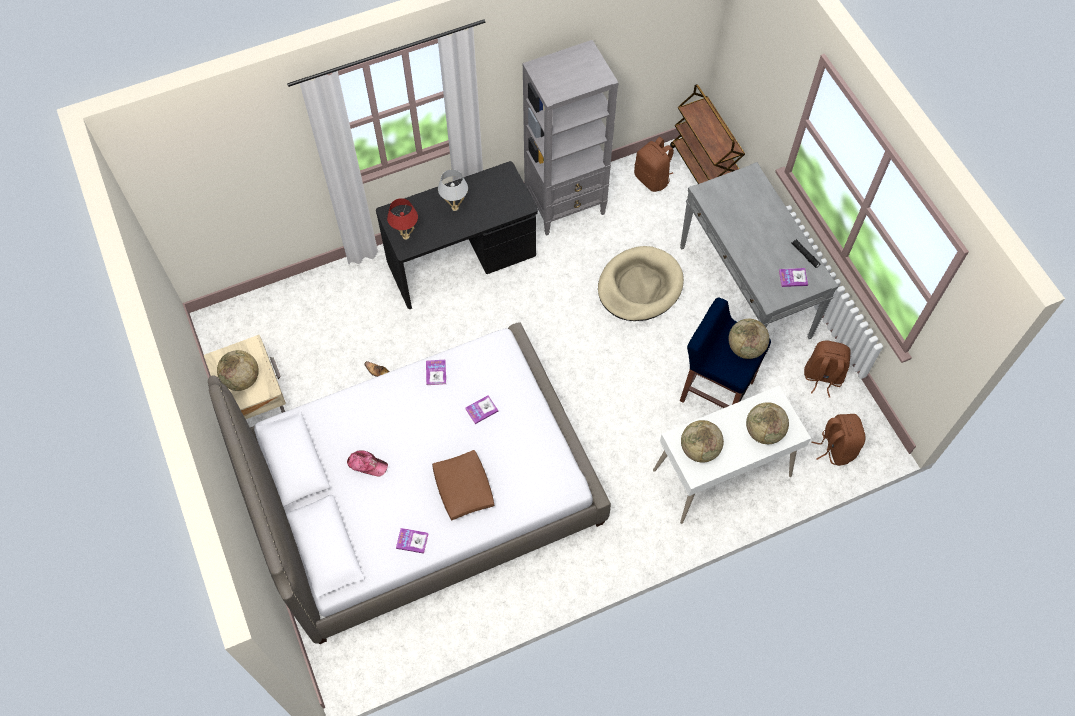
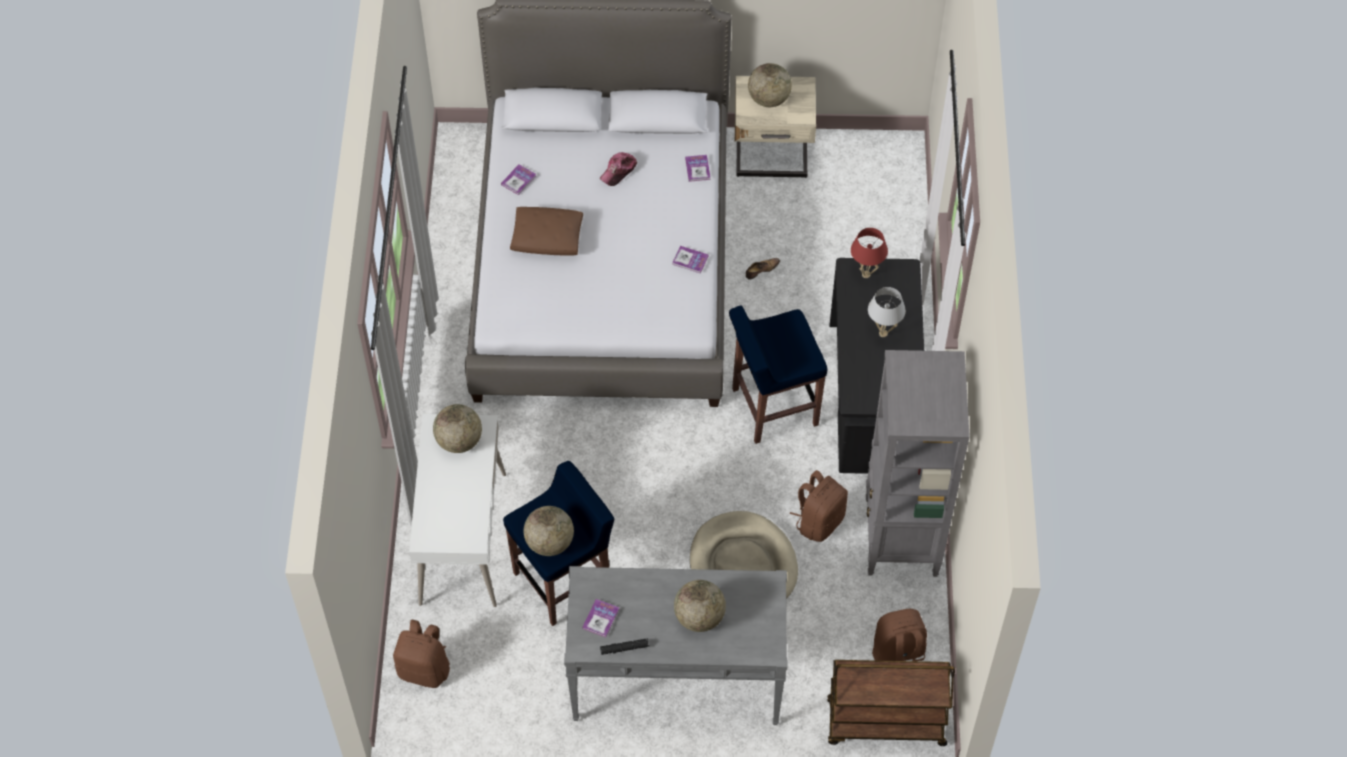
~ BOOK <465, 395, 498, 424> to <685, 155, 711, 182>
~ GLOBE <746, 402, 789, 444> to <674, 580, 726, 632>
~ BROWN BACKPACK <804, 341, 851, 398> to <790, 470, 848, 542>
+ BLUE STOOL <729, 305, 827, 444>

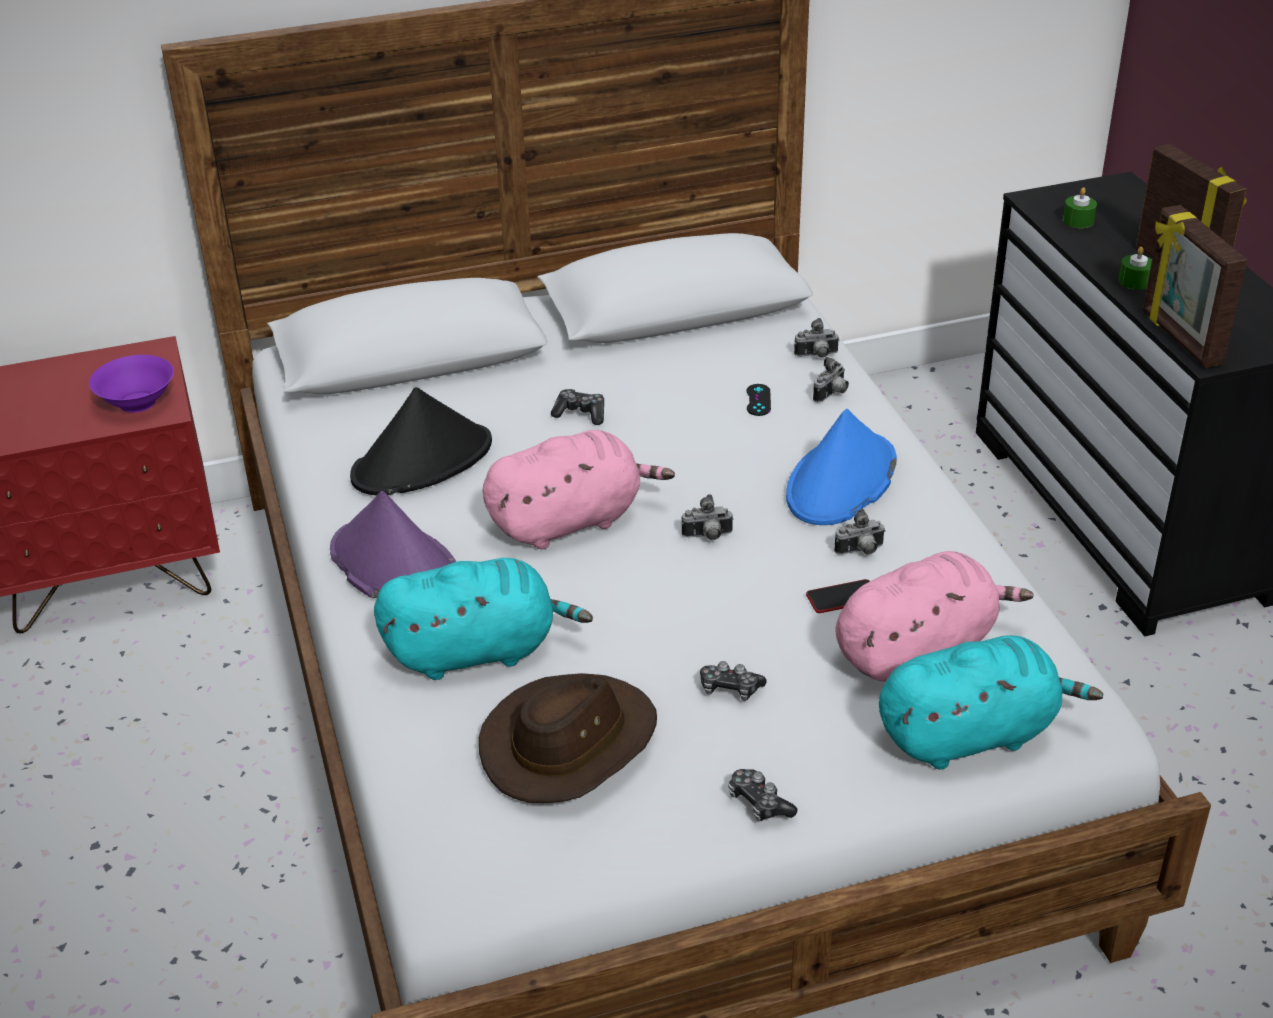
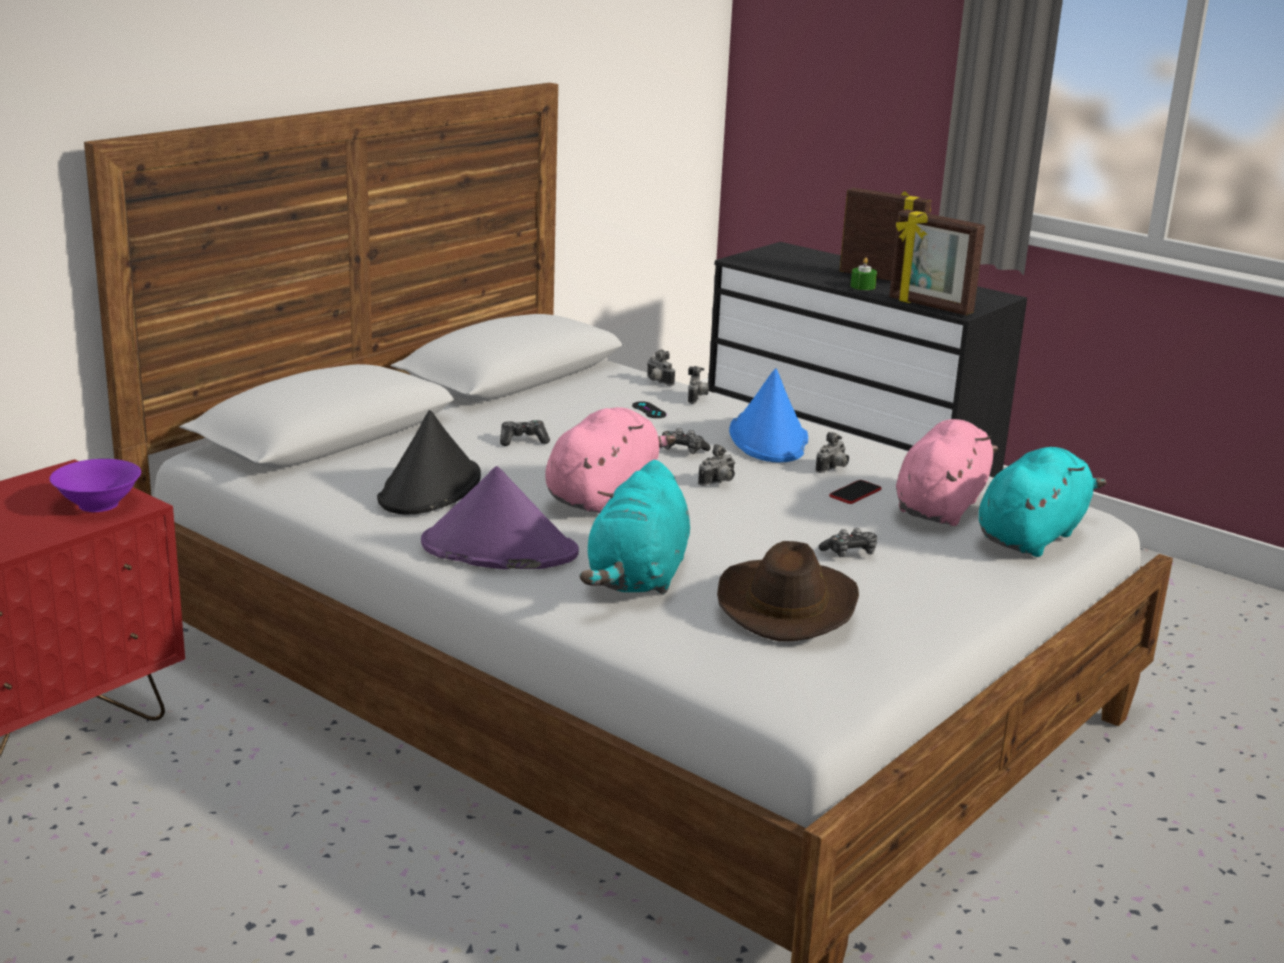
~ TURQUOISE PLUSH TOY <374, 558, 593, 680> = <580, 460, 690, 595> 150 degrees clockwise
~ GAME CONTROLLER <728, 769, 798, 821> to <662, 428, 711, 454>
~ PHOTO CAMERA <794, 318, 839, 358> = <647, 350, 675, 386> 90 degrees clockwise
- GREEN CANDLE <1063, 187, 1097, 228>

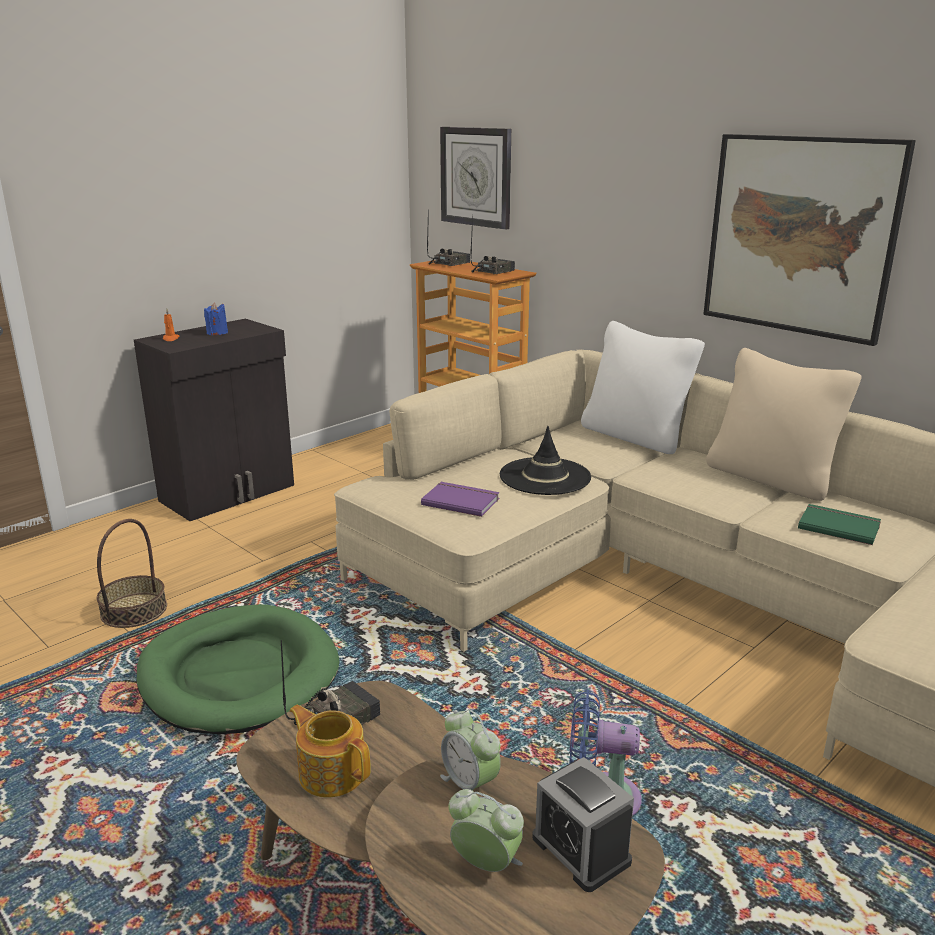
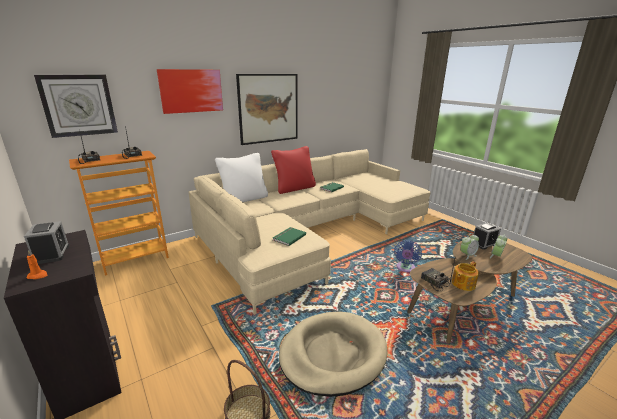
~ GREEN DOG BED <137, 604, 339, 735> to BEIGE DOG BED <279, 312, 388, 397>
~ BLUE CANDLE <204, 302, 228, 335> to ALARM CLOCK <24, 221, 69, 264>
~ PURPLE BOOK <421, 482, 500, 517> to GREEN BOOK <273, 227, 306, 246>
- BLACK HAT <500, 426, 591, 495>
~ BEIGE PILLOW <706, 348, 862, 501> to RED PILLOW <271, 146, 316, 194>
+ PICTURE <157, 69, 223, 114>

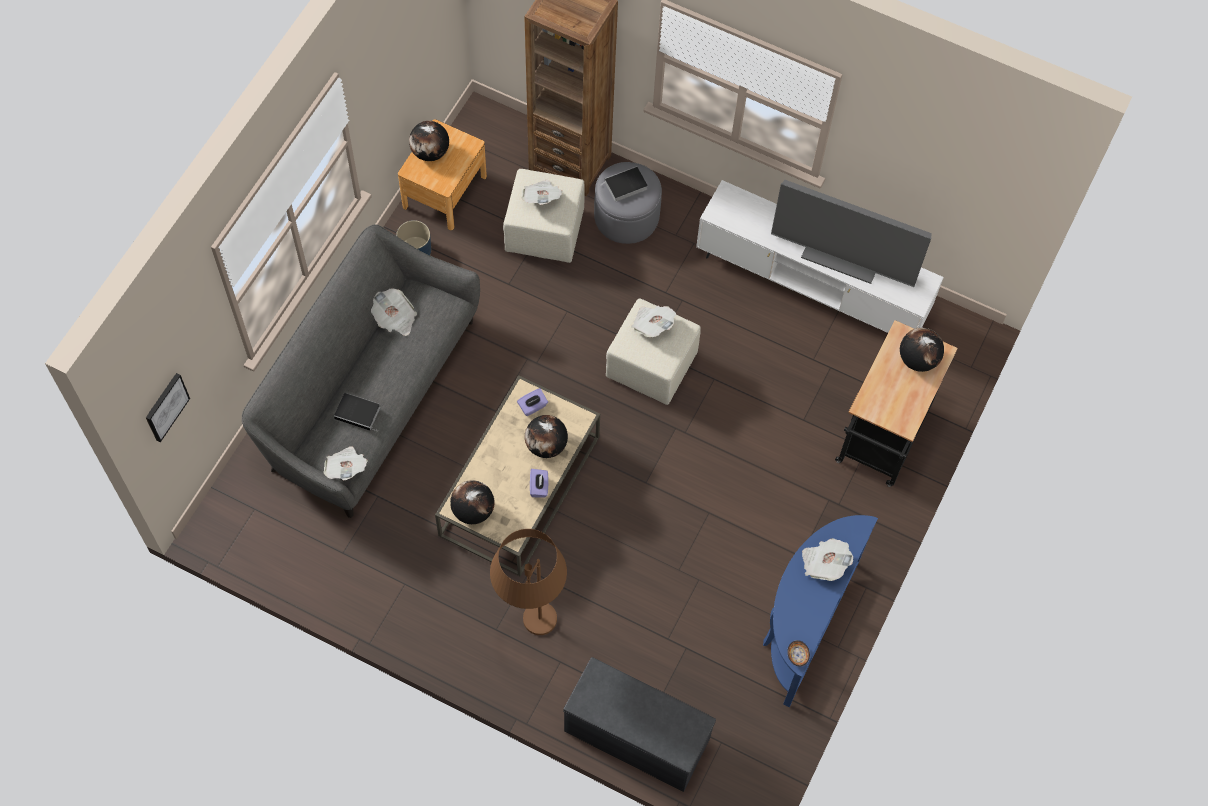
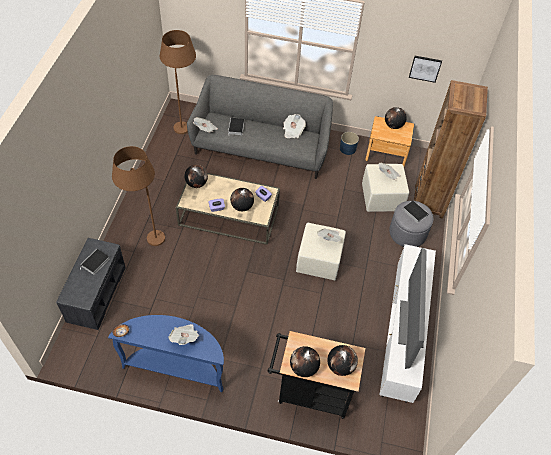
~ PICTURE <146, 373, 190, 442> to <409, 56, 442, 83>
+ BOOK <79, 249, 109, 275>
+ BROWN FLOOR LAMP <160, 30, 196, 134>
+ GLOBE <290, 346, 320, 377>

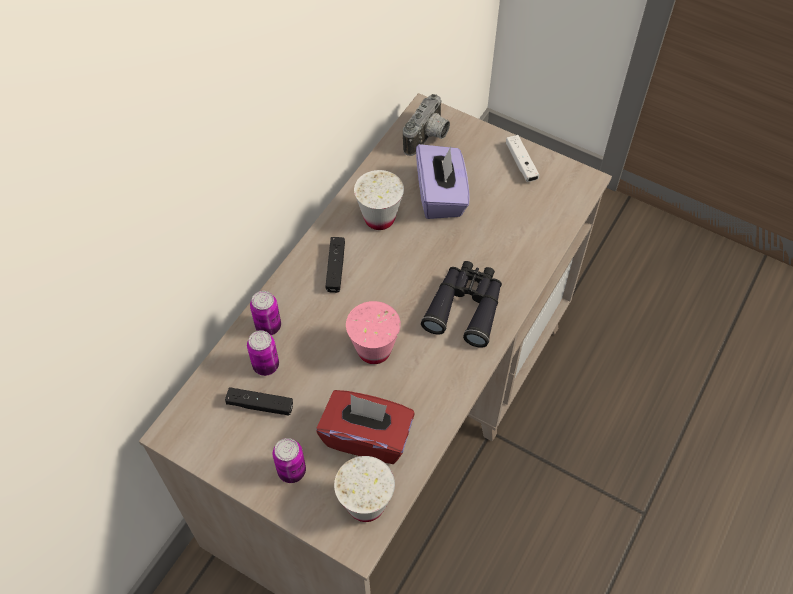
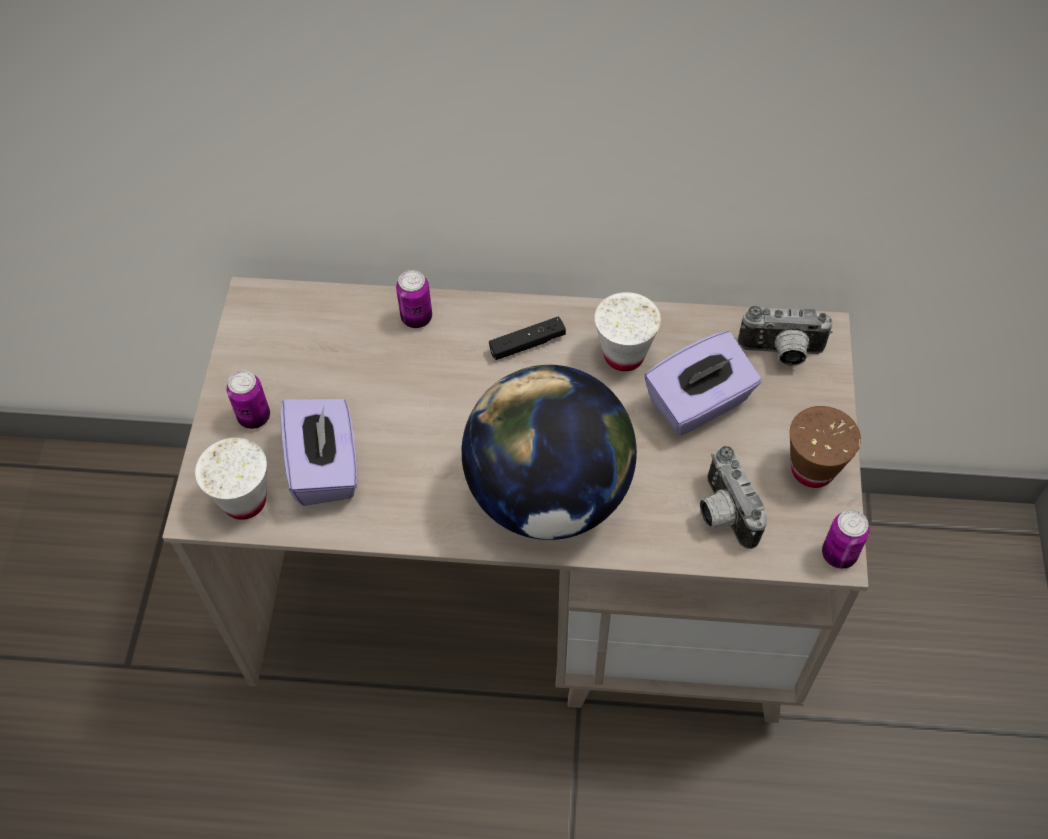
- BLACK GAME CONTROLLER <225, 387, 293, 415>
~ CAN <247, 330, 279, 376> to <822, 510, 870, 569>
~ RED TISSUE BOX <316, 390, 414, 464> to PURPLE TISSUE BOX <280, 399, 357, 506>
- PINK CUP <346, 301, 401, 364>
~ BLACK BINOCULARS <421, 261, 502, 348> to GLOBE <462, 365, 637, 540>
~ WHITE GAME CONTROLLER <506, 135, 539, 182> to BROWN CUP <790, 406, 861, 488>
+ PHOTO CAMERA <700, 446, 768, 549>

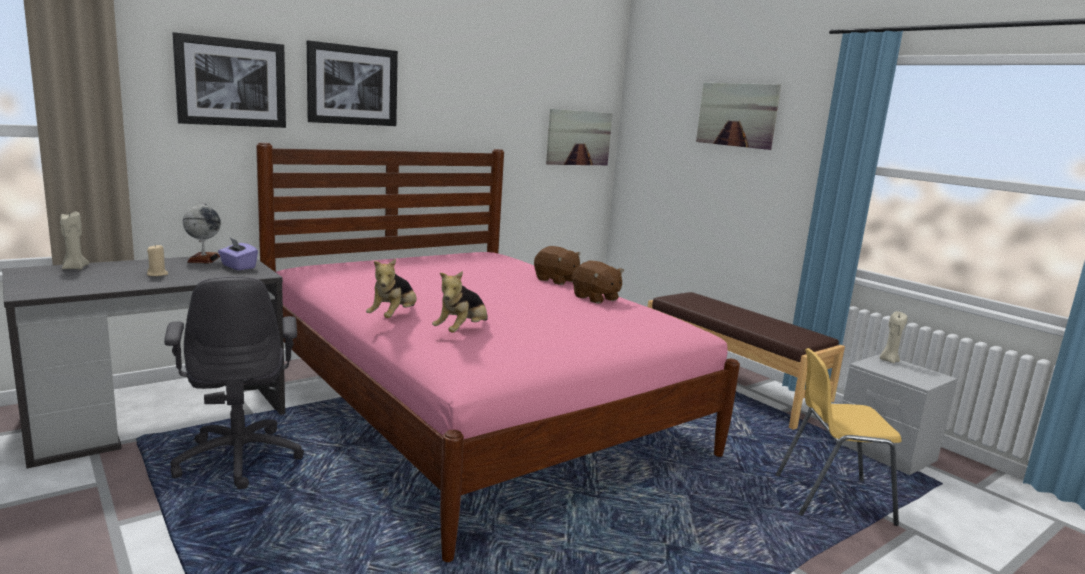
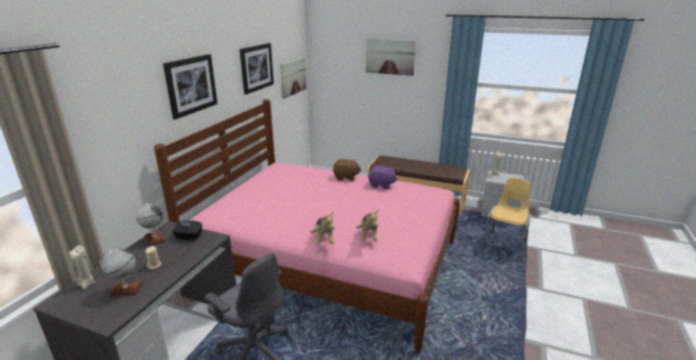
~ PICTURE <172, 32, 286, 128> to <240, 43, 274, 95>
~ PURPLE TISSUE BOX <218, 238, 258, 270> to BLACK TISSUE BOX <172, 220, 202, 240>
~ BROWN PLUSH TOY <572, 260, 624, 304> to PURPLE PLUSH TOY <368, 166, 398, 189>
~ YELLOW CHAIR <776, 348, 902, 526> = <481, 178, 531, 261> 150 degrees clockwise
+ GLOBE <100, 249, 143, 297>

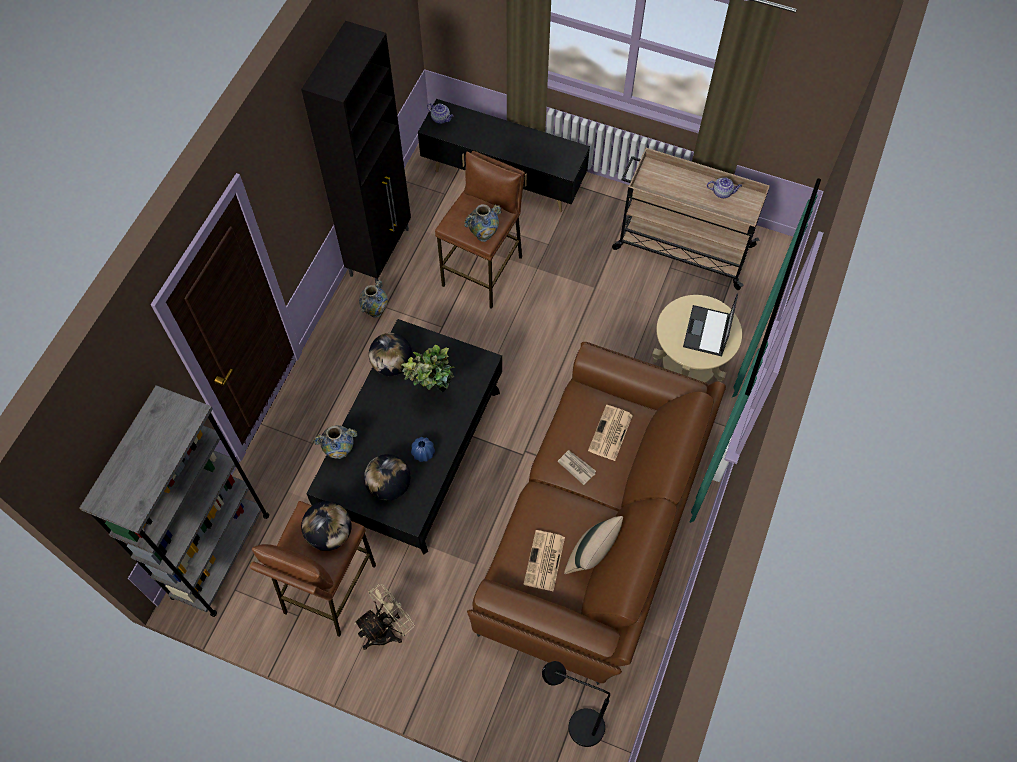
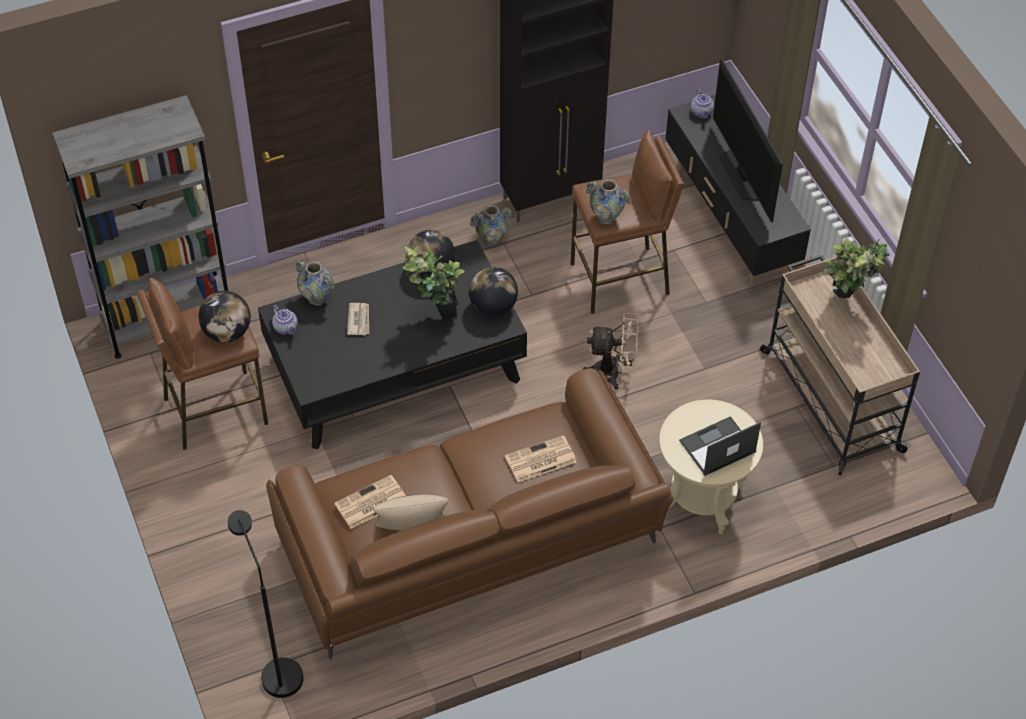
~ BEIGE FAN <354, 584, 414, 650> to <583, 313, 639, 389>
~ GLOBE <364, 454, 410, 501> to <469, 267, 518, 316>
- BLUE VASE <411, 437, 435, 462>
~ NEWSPAPER <557, 450, 596, 485> to <347, 303, 369, 335>
~ TEAPOT <707, 177, 742, 198> to <272, 305, 298, 335>
+ TELEVISION <713, 58, 783, 222>
+ POTTED PLANT <825, 238, 890, 298>

